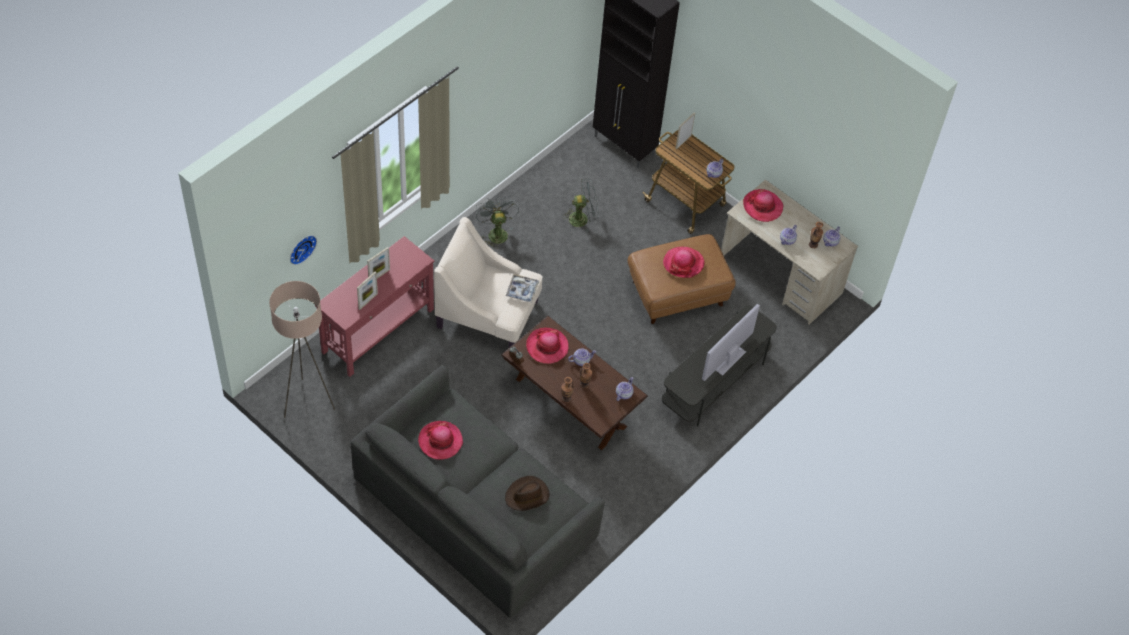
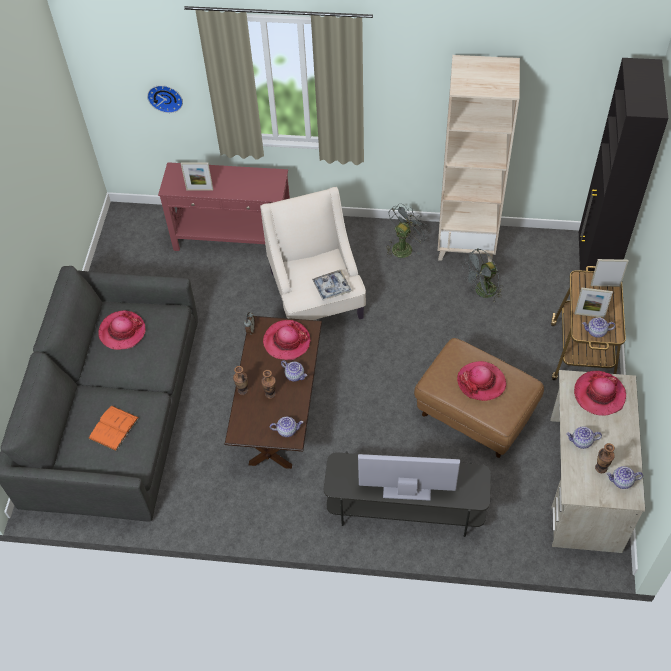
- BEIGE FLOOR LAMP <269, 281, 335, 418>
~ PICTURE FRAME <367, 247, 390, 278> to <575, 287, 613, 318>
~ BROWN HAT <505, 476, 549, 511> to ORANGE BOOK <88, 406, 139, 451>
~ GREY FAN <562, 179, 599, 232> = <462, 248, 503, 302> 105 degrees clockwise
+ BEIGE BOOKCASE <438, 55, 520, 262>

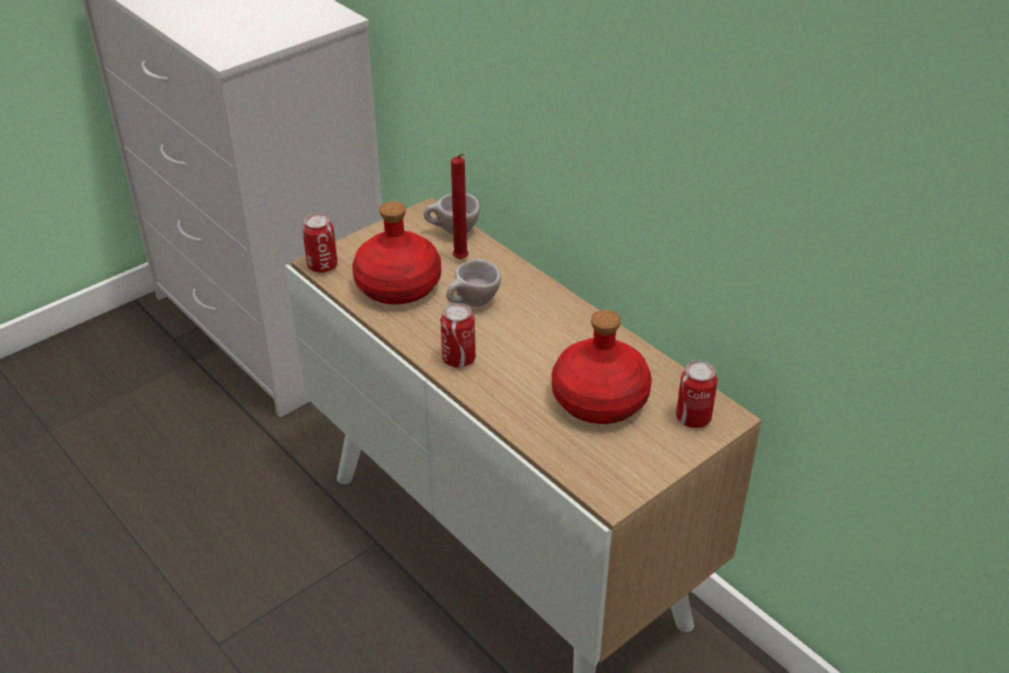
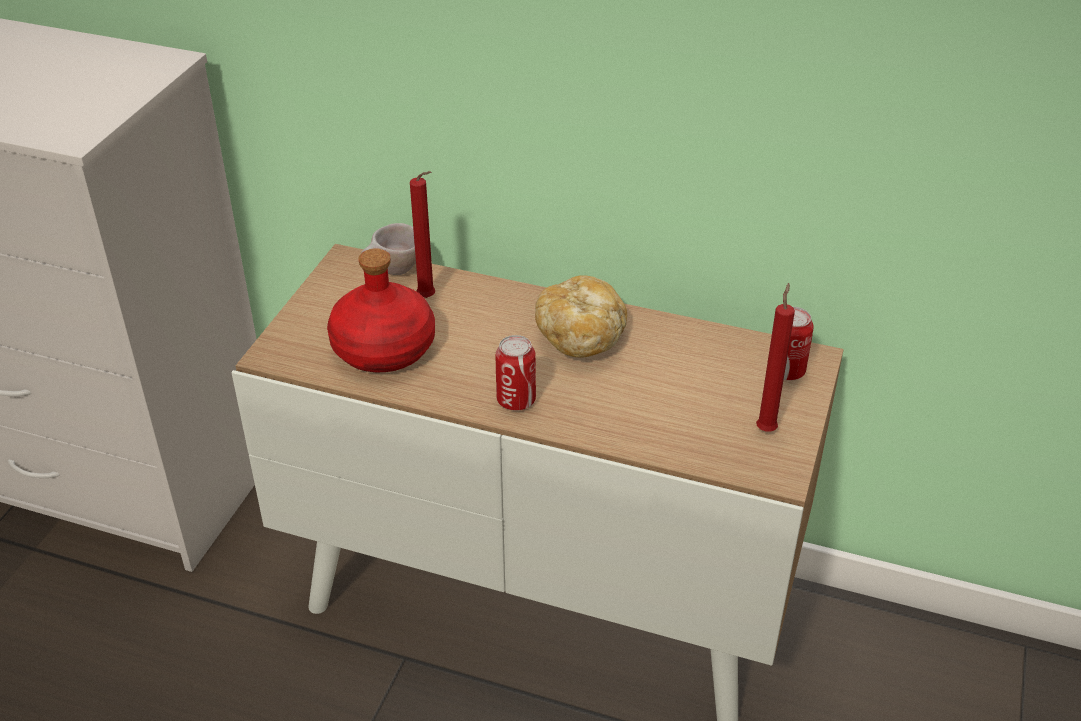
- CAN <302, 213, 338, 273>
- BEIGE CUP <446, 259, 501, 307>
- RED BOTTLE <552, 310, 652, 424>
+ BREAD <535, 275, 627, 358>
+ RED CANDLE <756, 283, 795, 432>

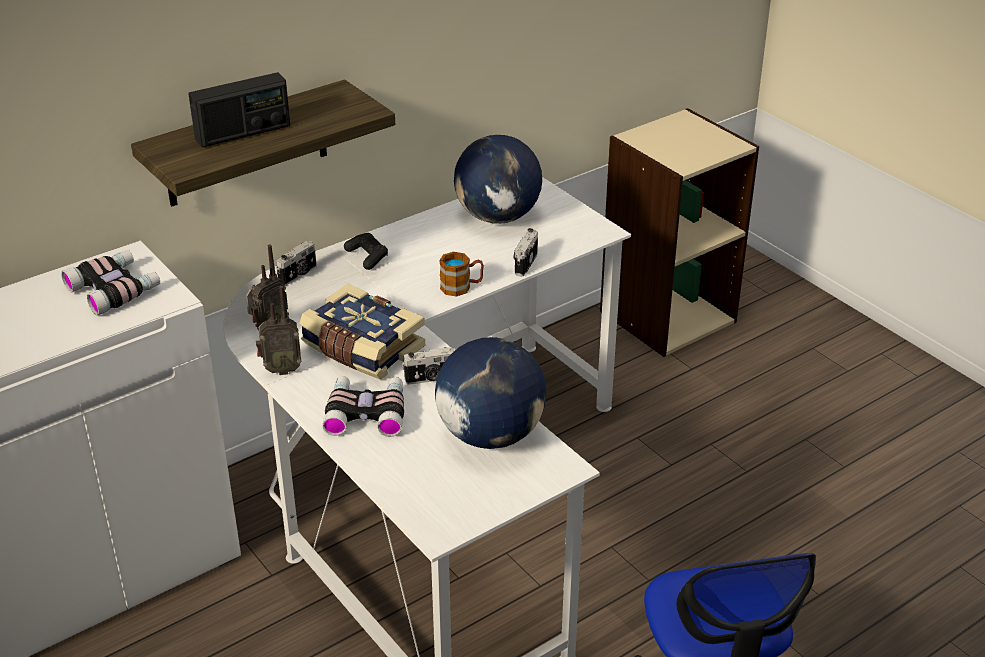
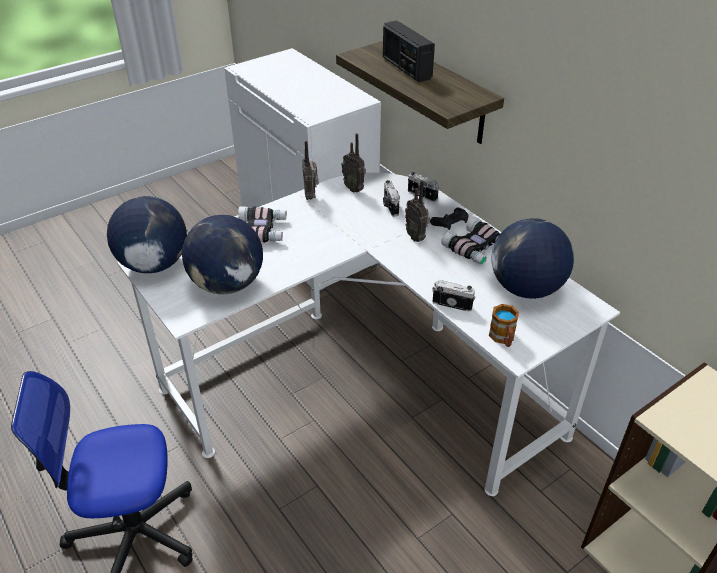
~ BINOCULARS <61, 250, 160, 316> to <441, 217, 500, 265>
- BOOK <299, 284, 425, 380>
~ PHOTO CAMERA <402, 347, 455, 385> to <383, 180, 400, 216>
~ MUG <439, 252, 484, 296> to <489, 304, 519, 347>
+ GLOBE <107, 196, 187, 273>
+ RADIO <405, 180, 430, 242>

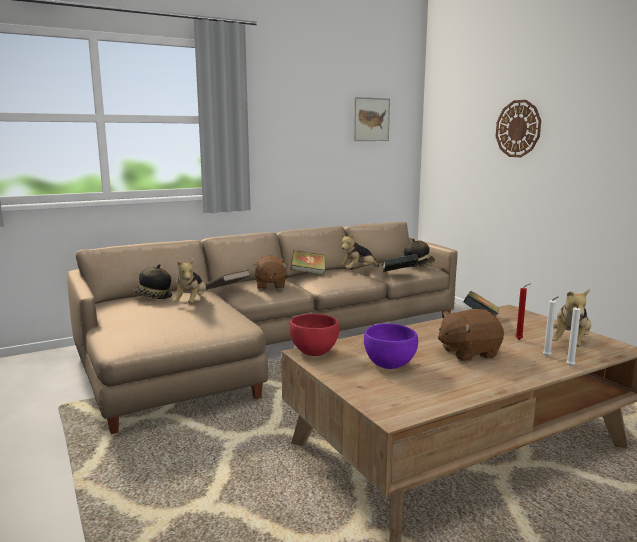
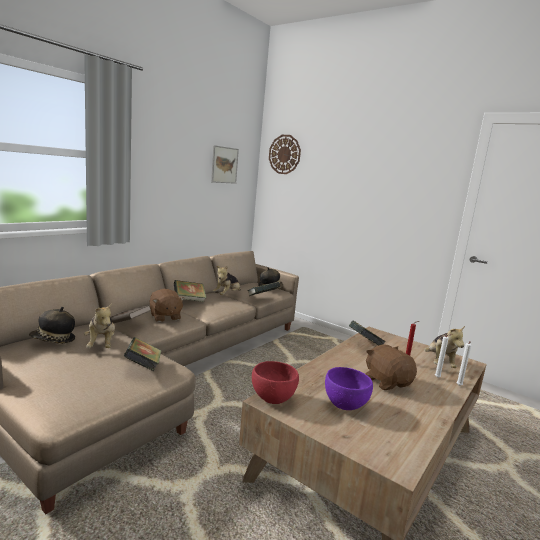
~ BROWN PLUSH TOY <438, 309, 504, 361> = <366, 345, 417, 390> 105 degrees clockwise
~ WALL CLOCK <496, 100, 541, 157> to <269, 135, 301, 174>
+ BOOK <124, 337, 161, 371>

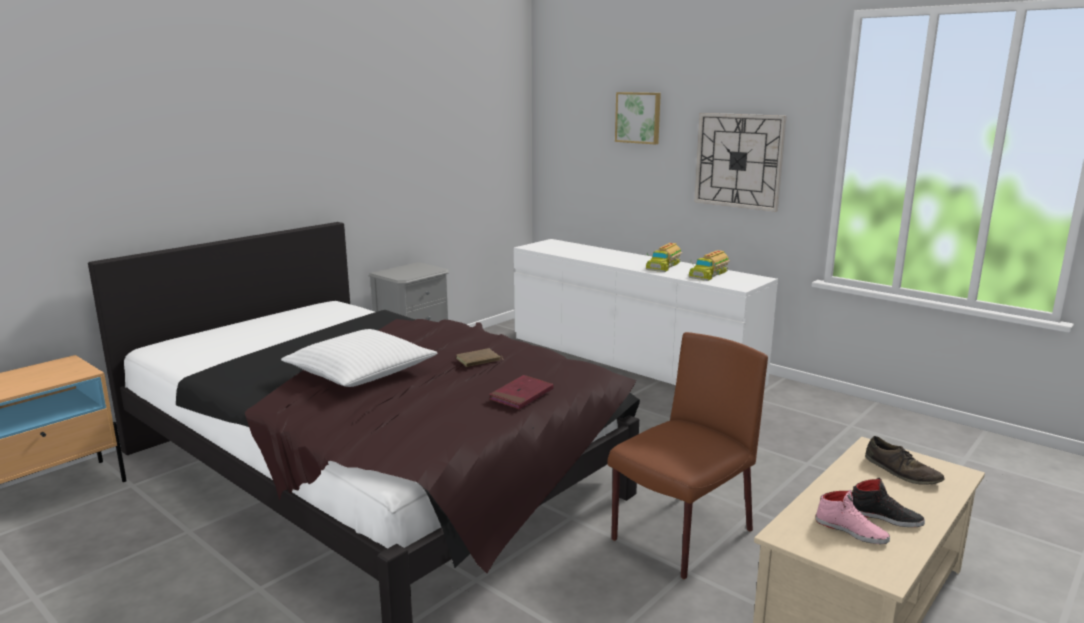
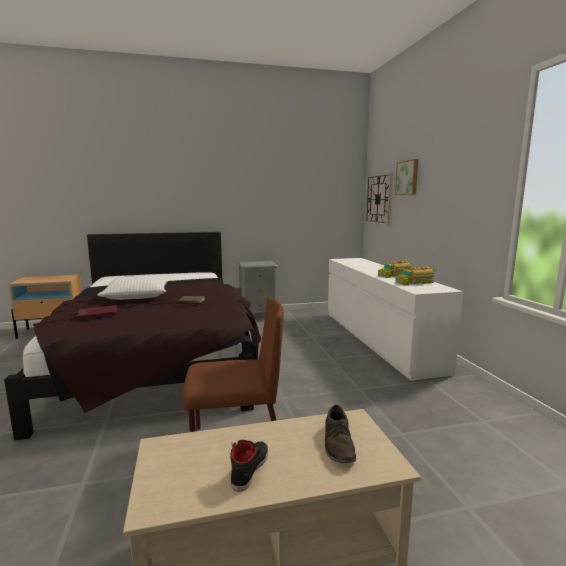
~ RED BOOK <489, 375, 554, 409> to <77, 305, 117, 319>
~ WALL CLOCK <694, 113, 787, 212> to <365, 172, 393, 226>
- PINK SHOE <815, 490, 890, 544>
~ BLACK SHOE <852, 478, 925, 527> = <230, 440, 268, 491> 135 degrees counterclockwise

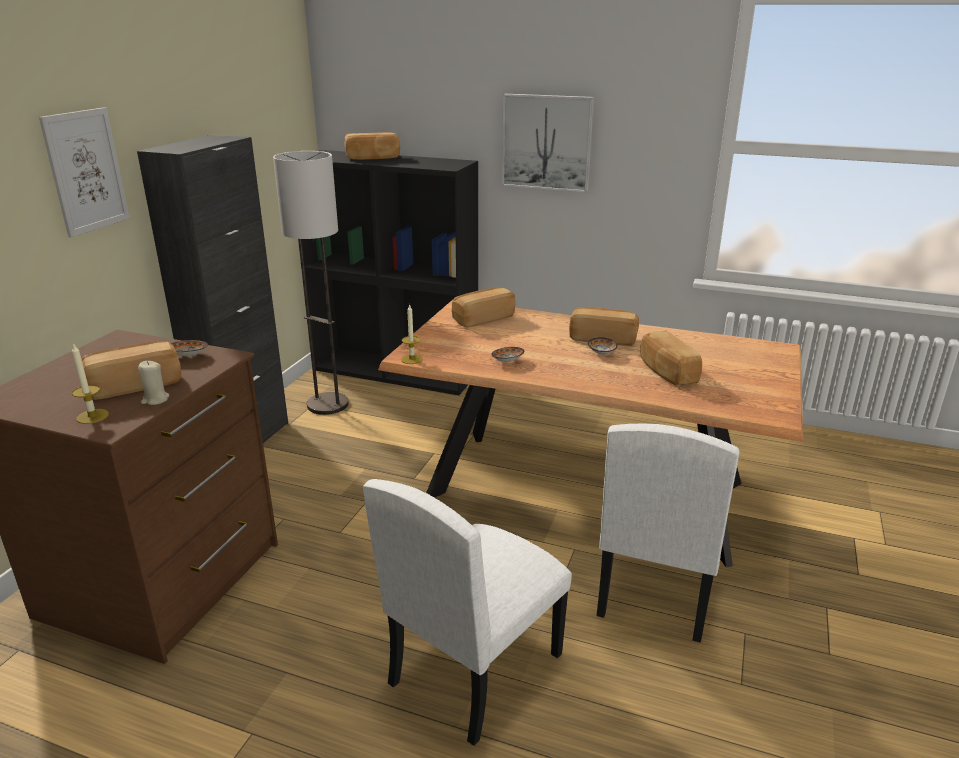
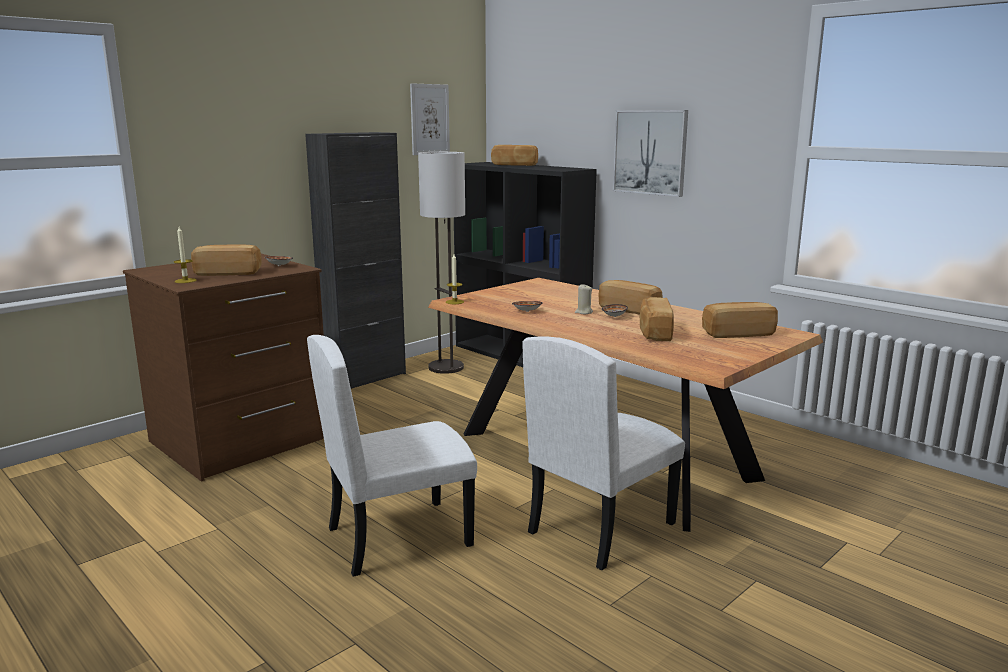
~ PICTURE <39, 107, 130, 237> to <410, 83, 450, 155>
~ BEIGE CANDLE <138, 361, 169, 405> to <575, 284, 593, 314>
~ BREAD <452, 288, 515, 328> to <702, 302, 778, 338>

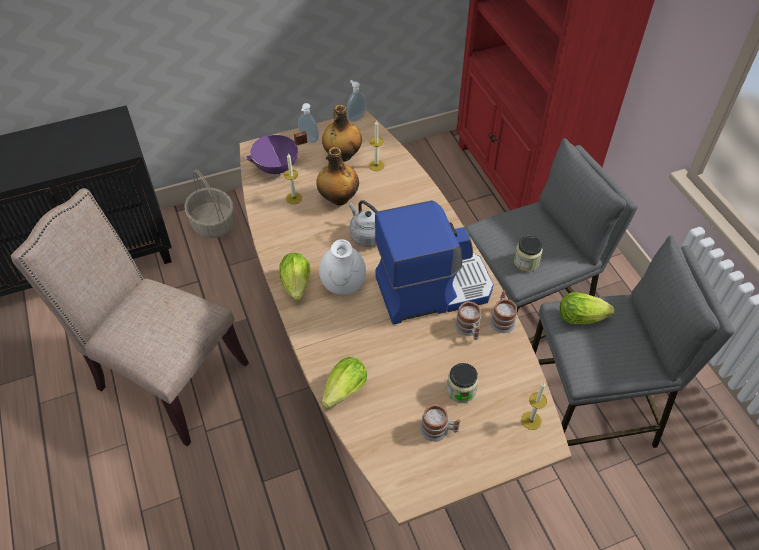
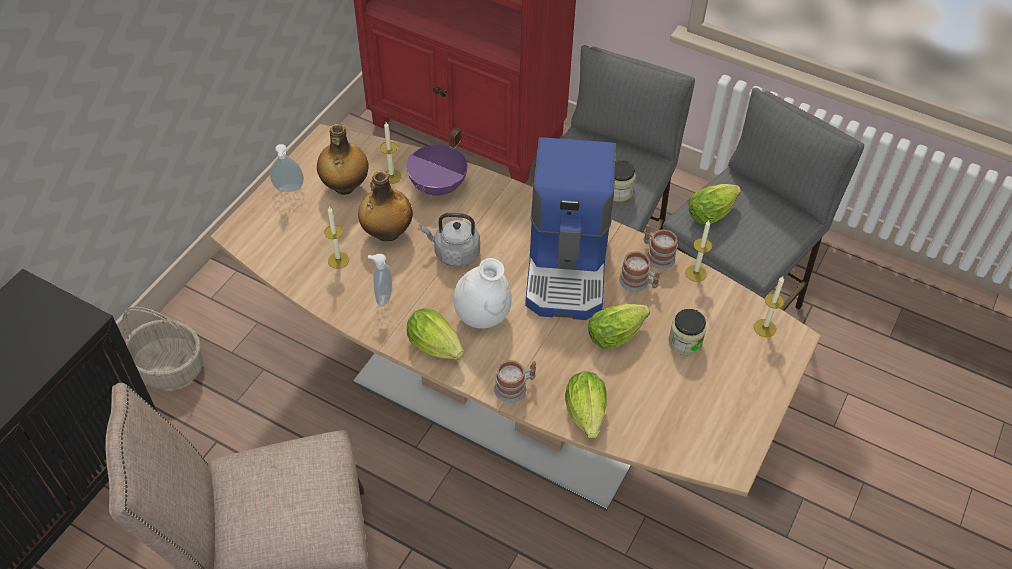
~ PURPLE COOKING POT <245, 131, 307, 175> to <406, 127, 467, 196>
~ SOAP DISPENSER <347, 80, 366, 122> to <368, 254, 392, 306>
~ COFFEE MACHINE <375, 200, 493, 324> = <525, 137, 616, 320> 150 degrees clockwise
~ MUG <420, 404, 461, 442> to <494, 360, 536, 403>
+ LETTUCE <588, 304, 650, 349>
+ CANDLE <685, 220, 712, 282>

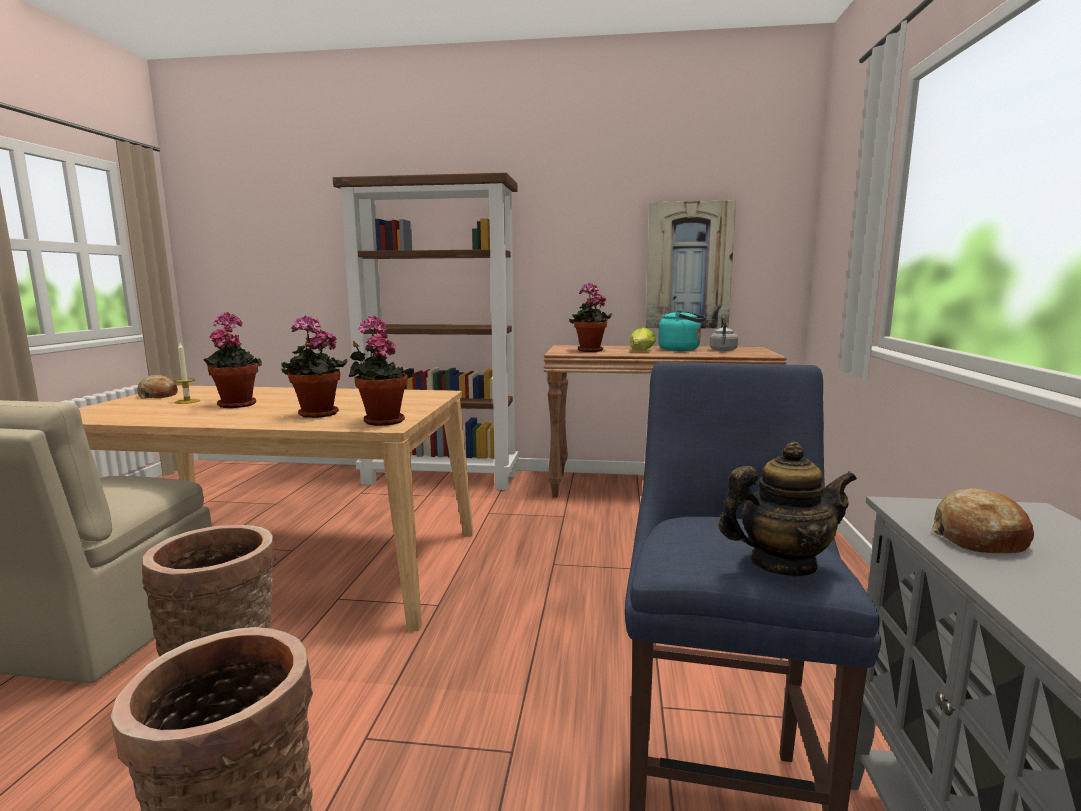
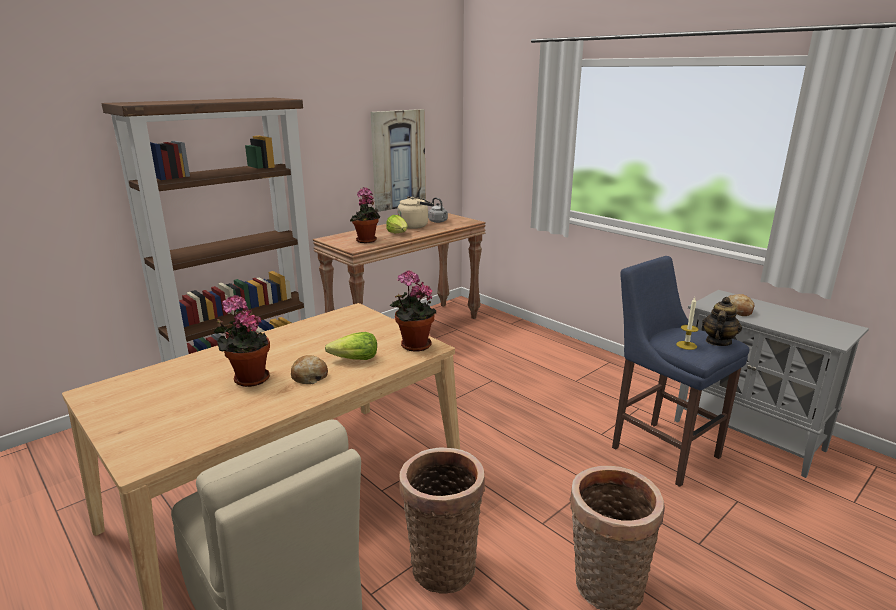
~ BREAD <137, 375, 178, 398> to <291, 355, 328, 384>
~ CANDLE <174, 343, 200, 404> to <676, 297, 699, 350>
~ POTTED PLANT <281, 315, 347, 418> to LETTUCE <325, 332, 377, 360>
~ TURQUOISE KETTLE <658, 309, 707, 351> to BEIGE KETTLE <397, 196, 433, 229>

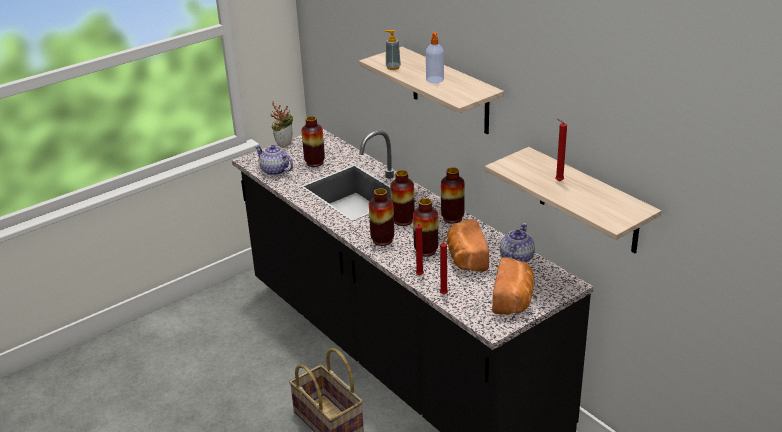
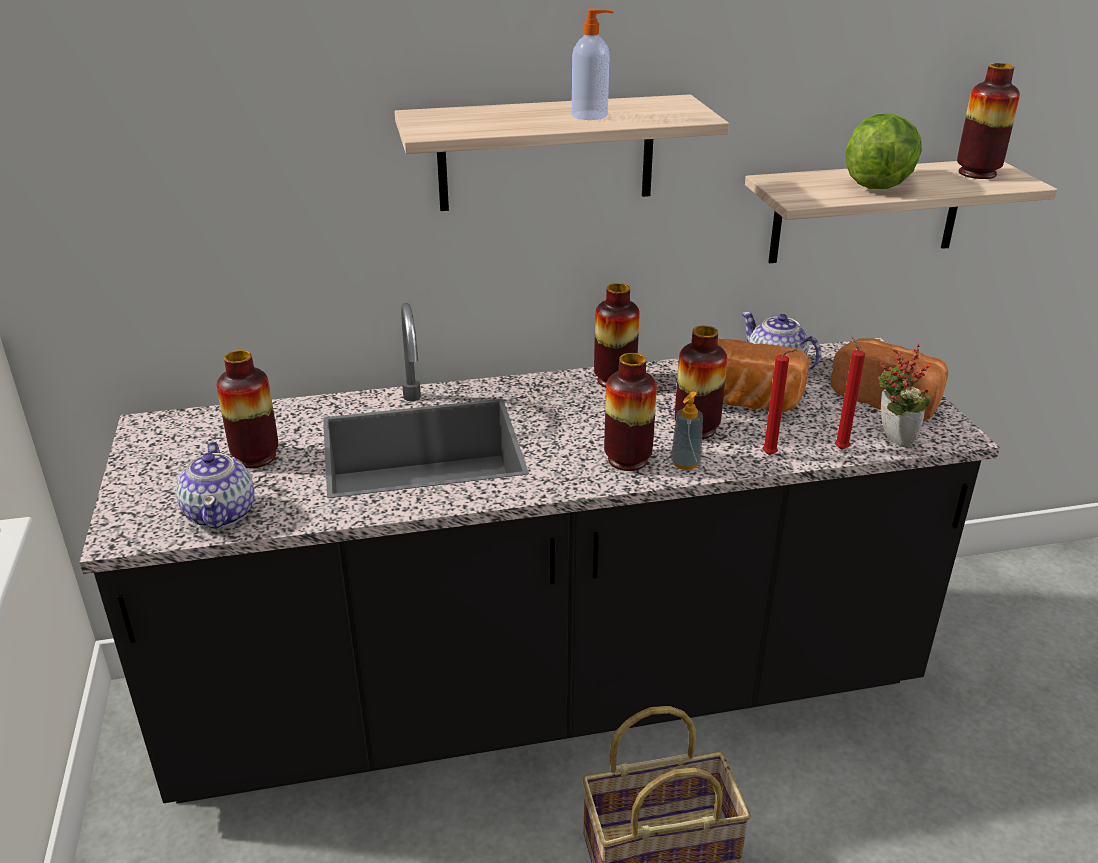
~ TEAPOT <255, 145, 293, 176> = <176, 442, 255, 529> 75 degrees counterclockwise
~ POTTED PLANT <270, 101, 293, 148> to <878, 343, 931, 448>
~ SOAP DISPENSER <384, 30, 401, 70> to <671, 391, 703, 470>
~ VASE <390, 170, 415, 226> to <957, 63, 1020, 179>
~ RED CANDLE <556, 119, 567, 181> to LETTUCE <845, 113, 922, 189>

